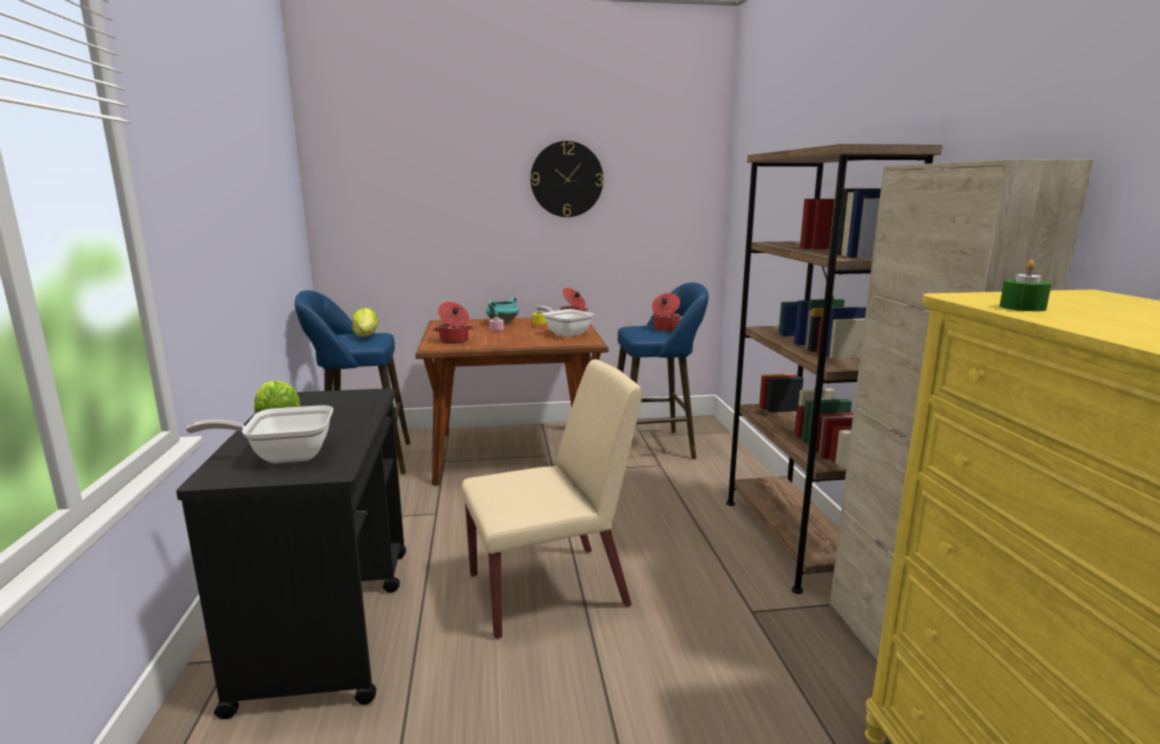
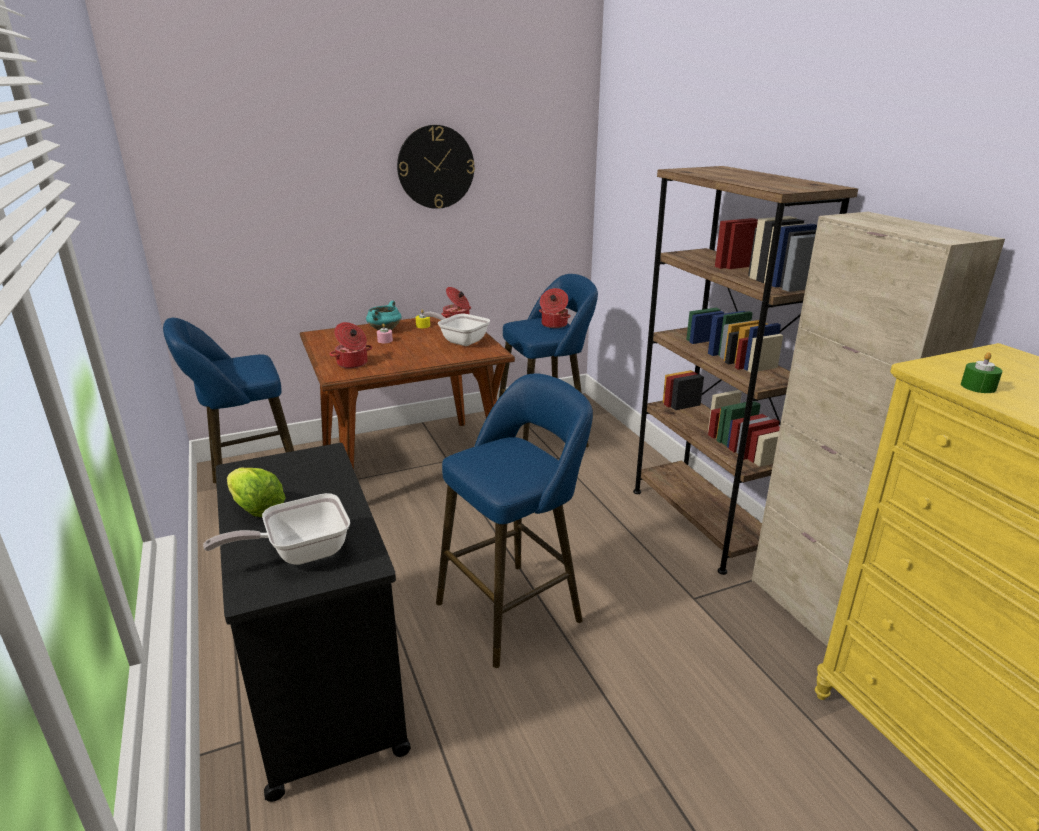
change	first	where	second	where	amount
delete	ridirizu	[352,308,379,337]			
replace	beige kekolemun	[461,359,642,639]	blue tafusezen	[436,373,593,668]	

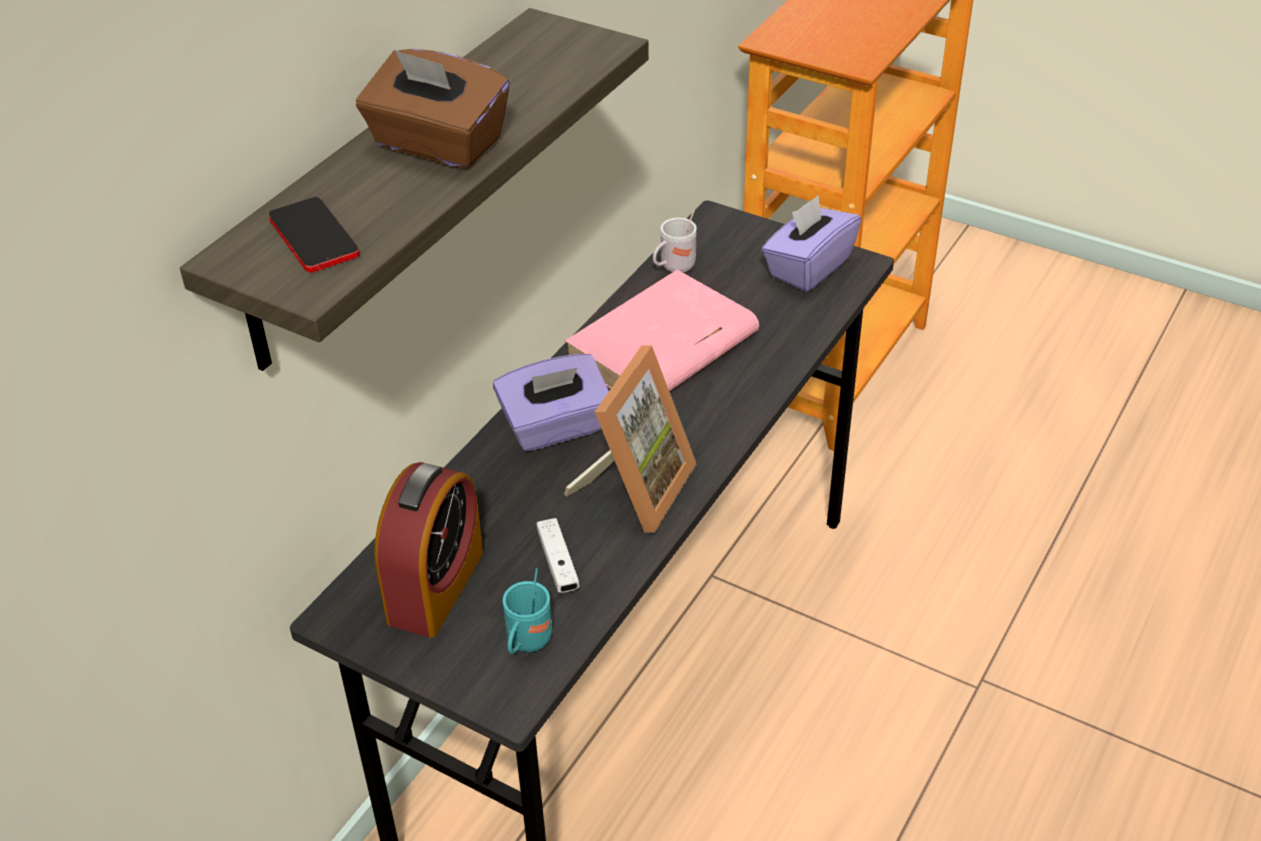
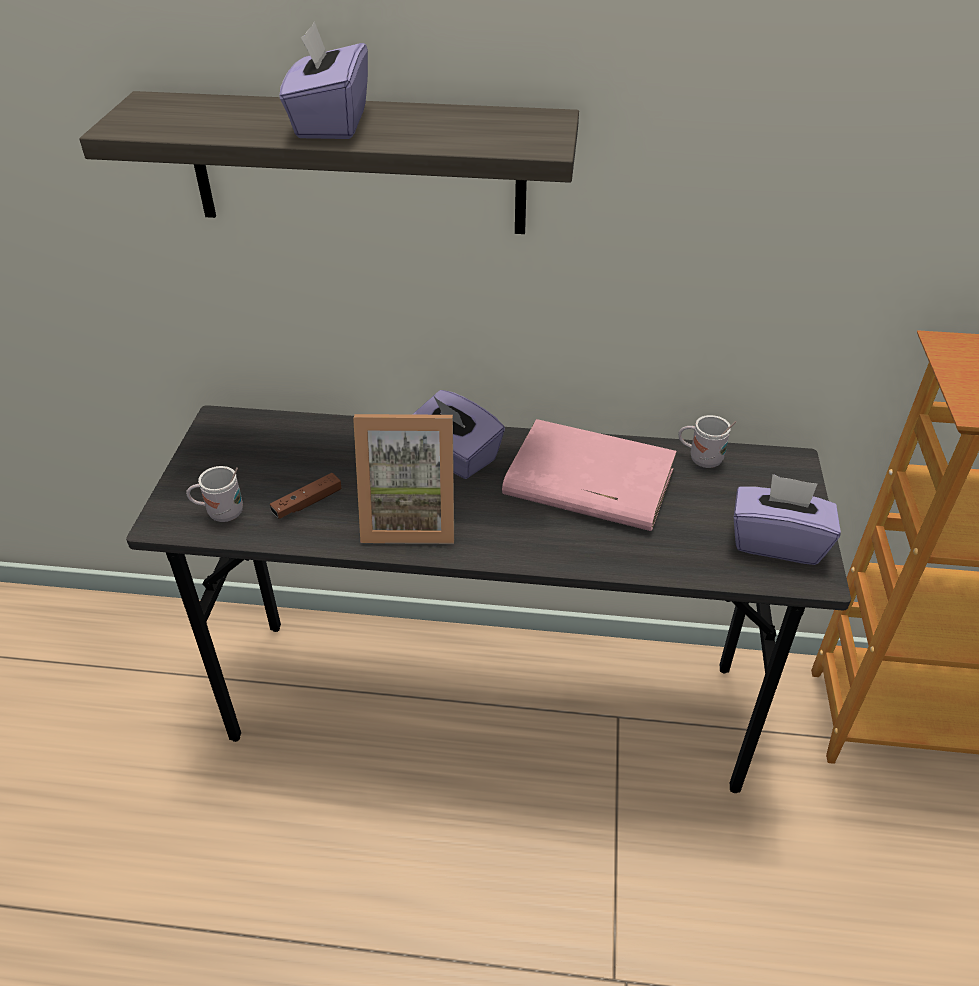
change	first	where	second	where	amount
recolor	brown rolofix	[356,49,510,169]	purple rolofix	[279,21,368,139]	
delete	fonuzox	[269,197,359,273]			
delete	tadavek	[374,462,484,638]			
recolor	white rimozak	[537,518,580,593]	brown rimozak	[270,473,341,519]	
recolor	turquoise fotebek	[503,568,552,654]	white fotebek	[186,466,243,522]	

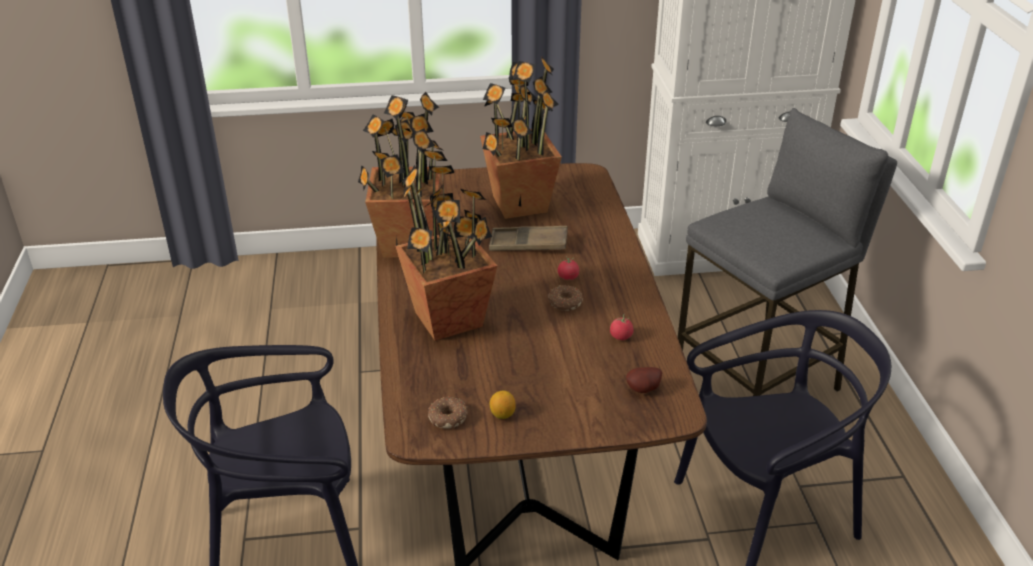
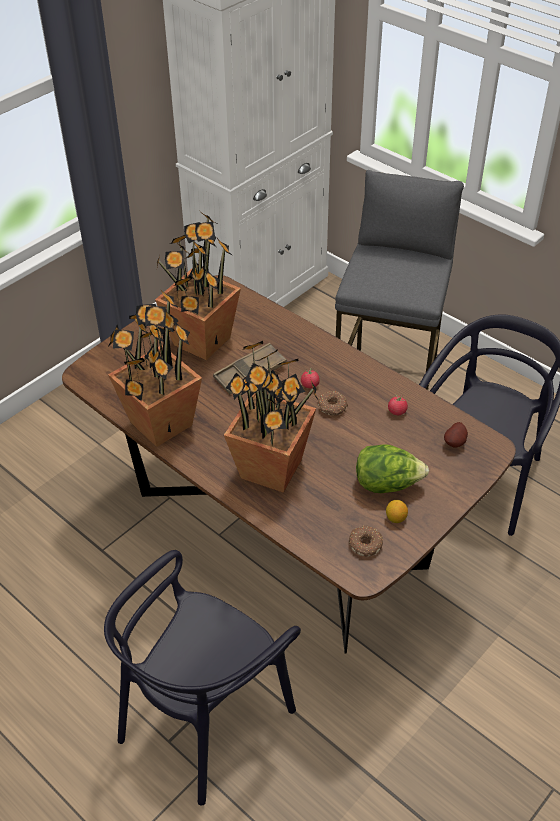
change	first	where	second	where	amount
insert			ridirizu	[356,445,429,493]	

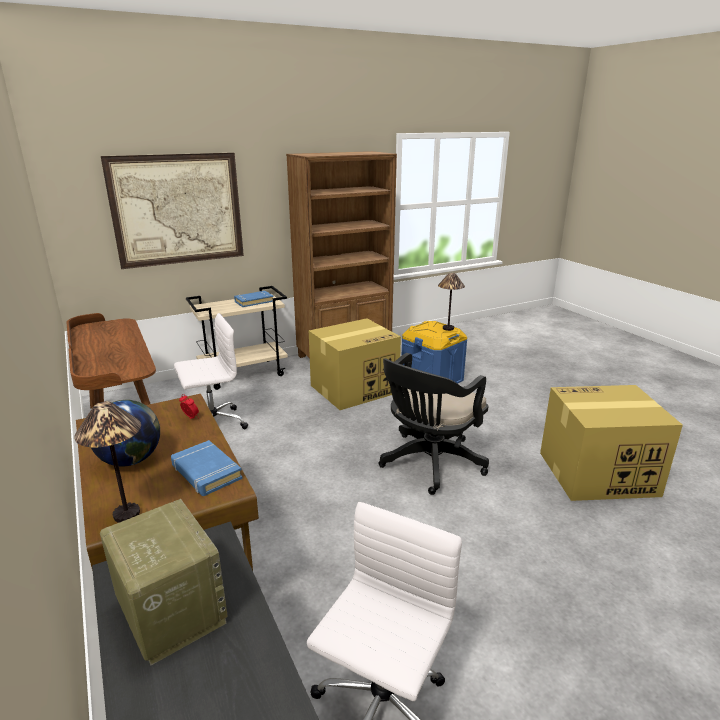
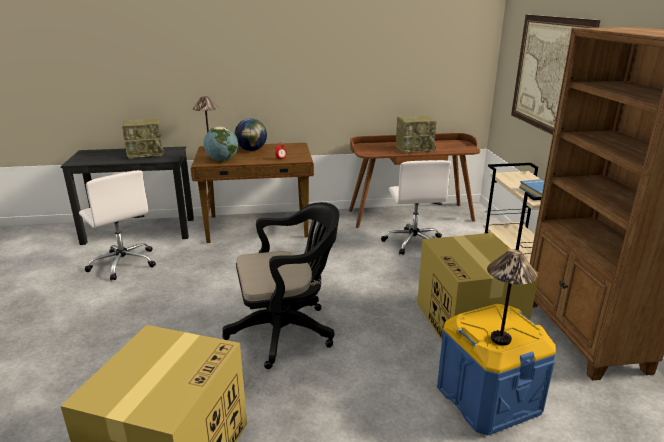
change	first	where	second	where	amount
rotate	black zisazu	[378,353,489,495]		[222,202,339,369]	105 degrees clockwise
replace	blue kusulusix	[171,440,243,496]	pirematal	[204,127,238,161]	
insert			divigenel	[396,115,436,153]	

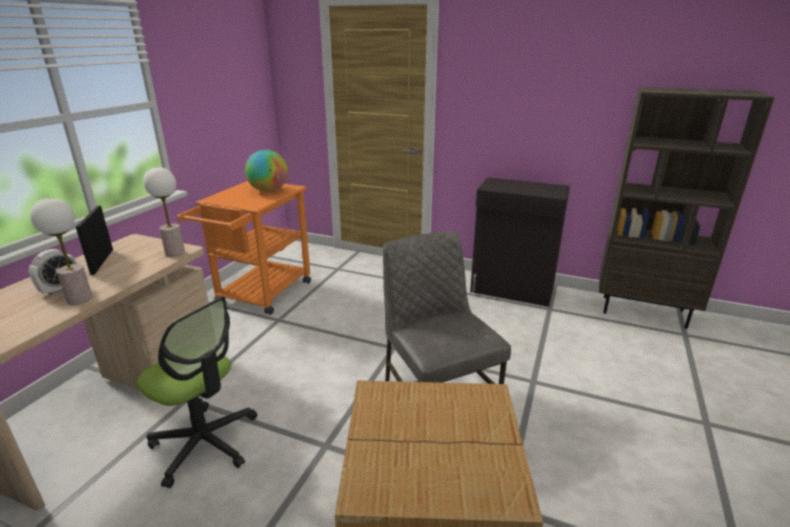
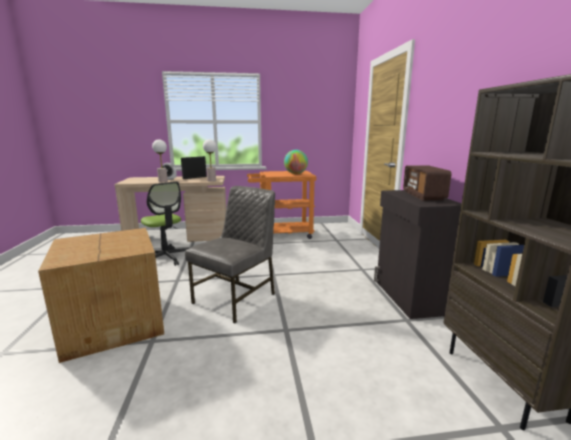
change	first	where	second	where	amount
rotate	zisazu	[137,296,257,488]		[141,182,189,266]	45 degrees counterclockwise
insert			divigenel	[403,165,451,200]	

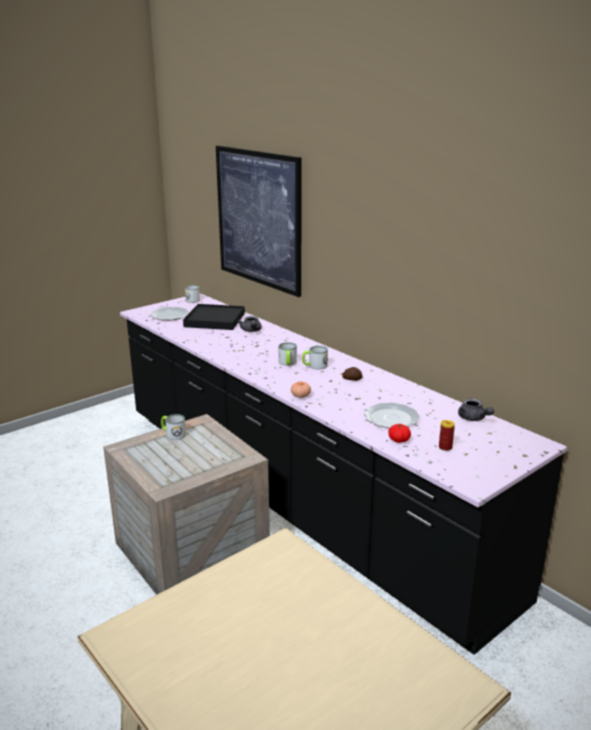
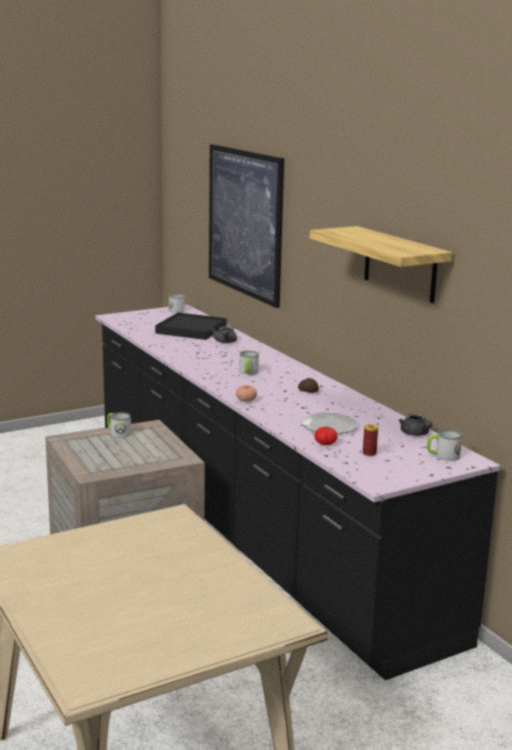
change	first	where	second	where	amount
delete	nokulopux	[150,307,190,321]			
move	fotebek	[302,346,328,370]		[427,429,462,461]	
insert			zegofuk	[310,226,452,303]	

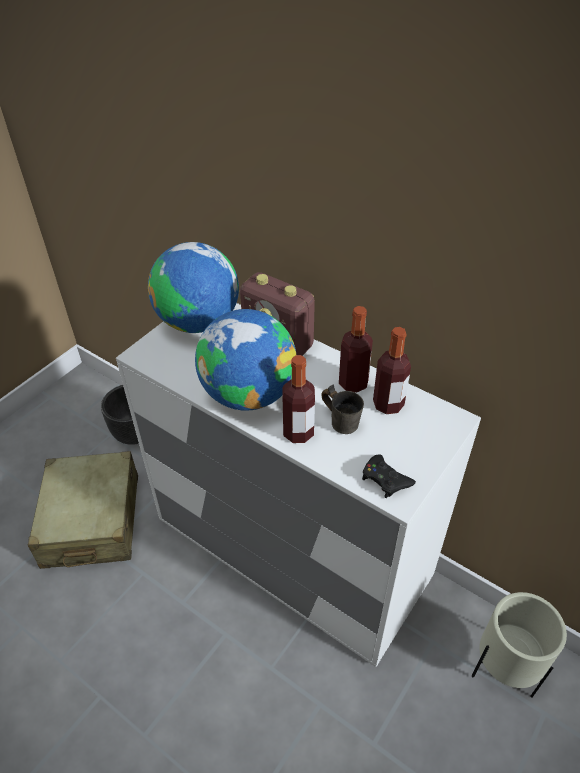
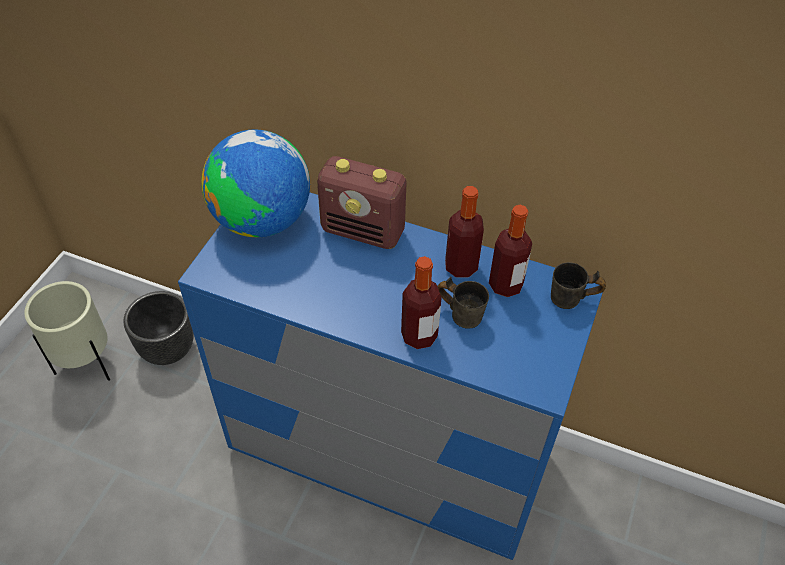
change	first	where	second	where	amount
recolor	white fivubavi	[116,303,481,667]	blue fivubavi	[178,192,603,560]	
delete	pirematal	[195,309,296,411]			
delete	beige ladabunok	[27,451,138,569]			
delete	black rimozak	[362,454,416,498]			
move	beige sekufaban	[472,592,567,697]		[24,281,110,381]	
insert			grey fotebek	[551,262,606,309]	

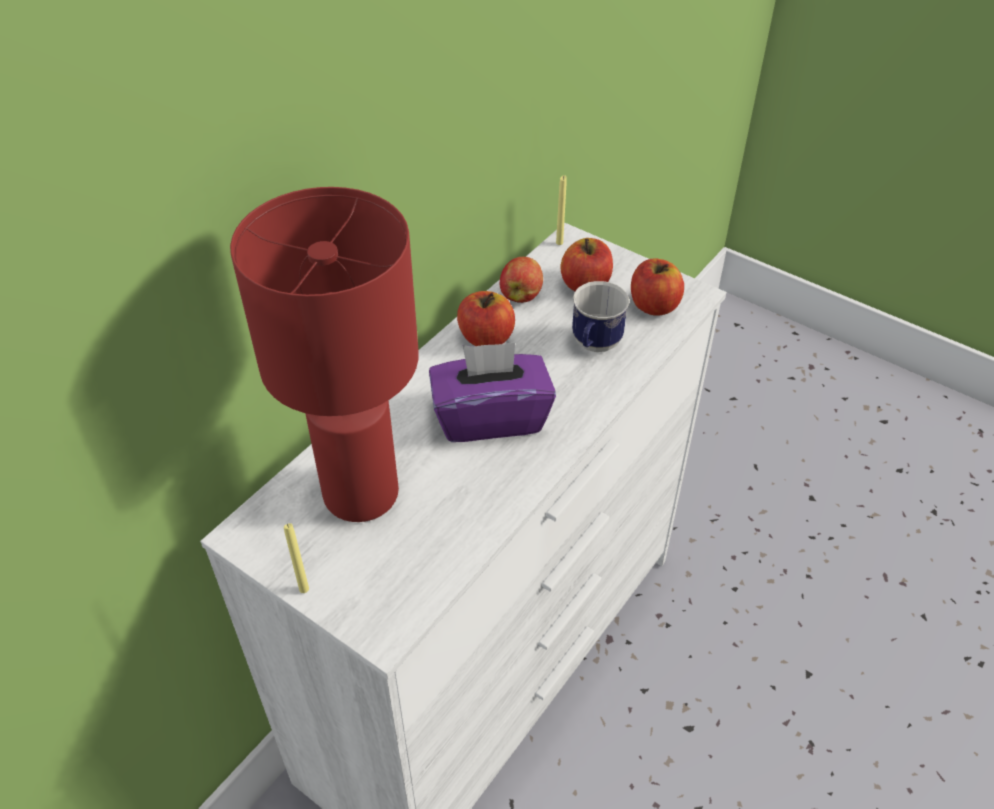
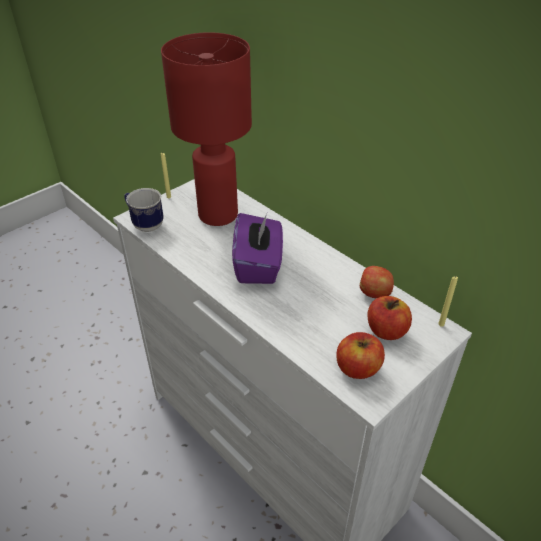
change	first	where	second	where	amount
move	fotebek	[572,281,630,352]		[124,188,164,232]	
delete	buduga	[457,291,515,346]			

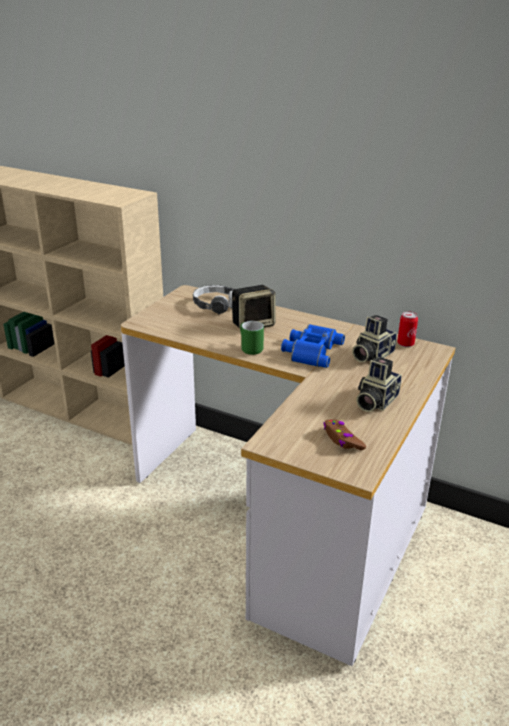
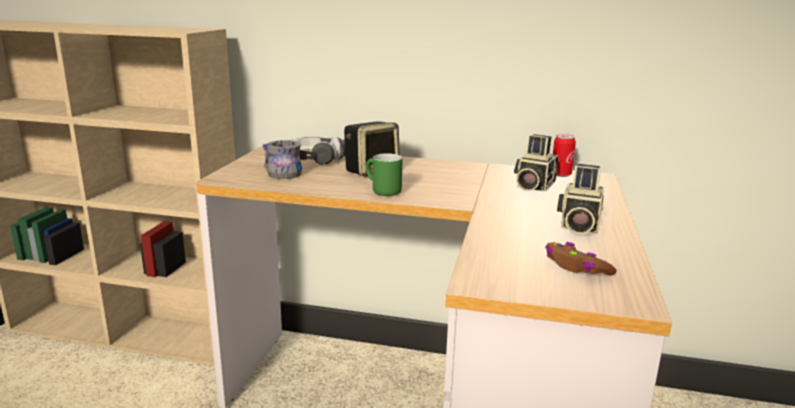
change	first	where	second	where	amount
delete	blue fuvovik	[281,324,345,368]			
insert			grey fotebek	[263,140,302,179]	

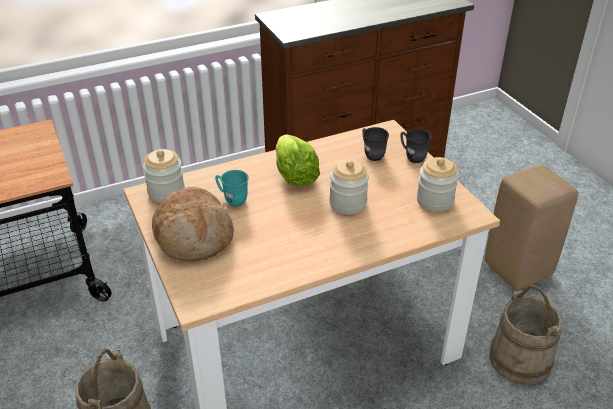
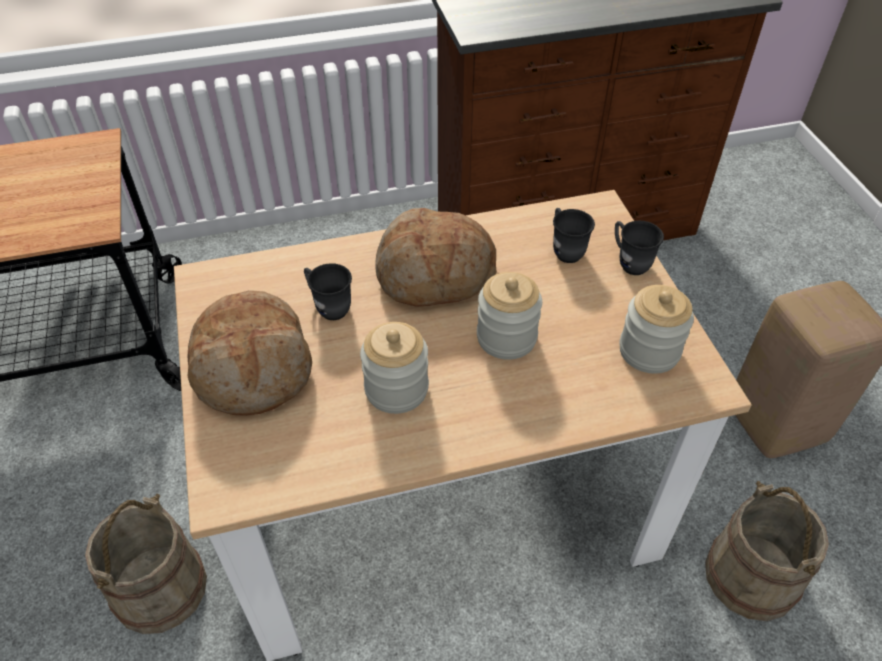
change	first	where	second	where	amount
replace	ridirizu	[276,134,320,186]	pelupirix	[375,208,497,306]	
move	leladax	[143,149,185,203]		[360,322,429,414]	
recolor	turquoise fotebek	[215,170,249,206]	grey fotebek	[304,263,352,320]	

